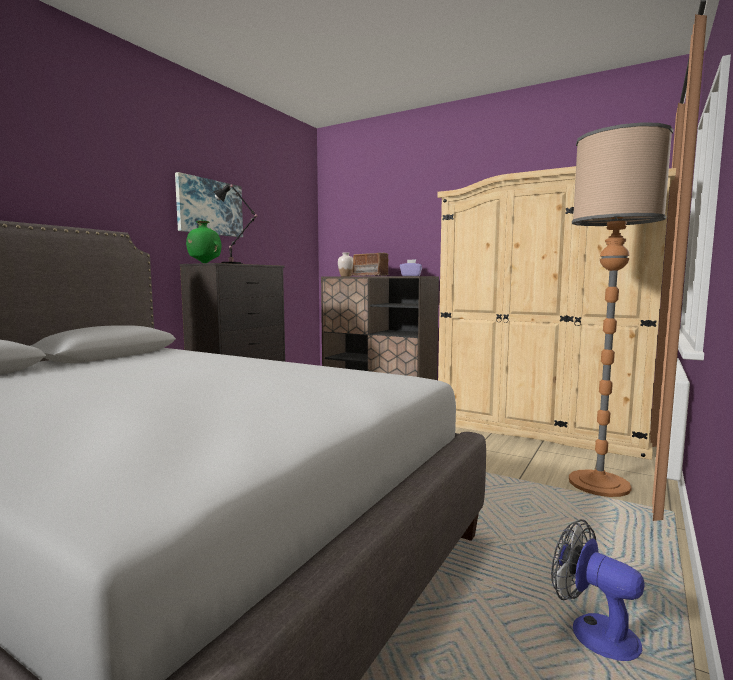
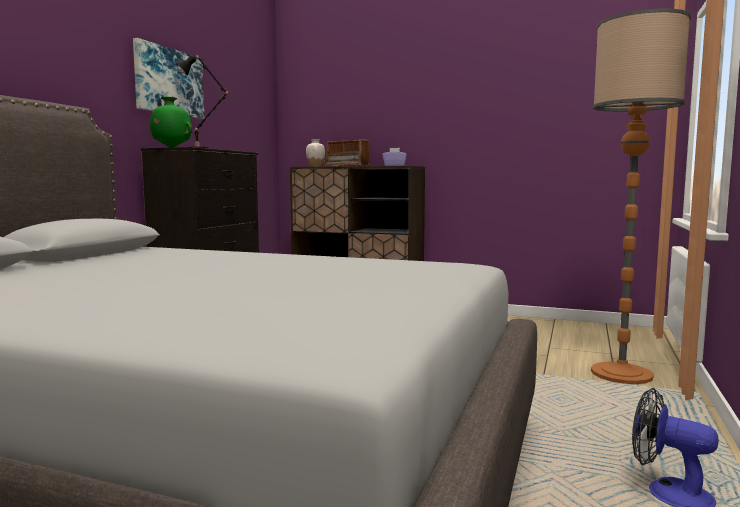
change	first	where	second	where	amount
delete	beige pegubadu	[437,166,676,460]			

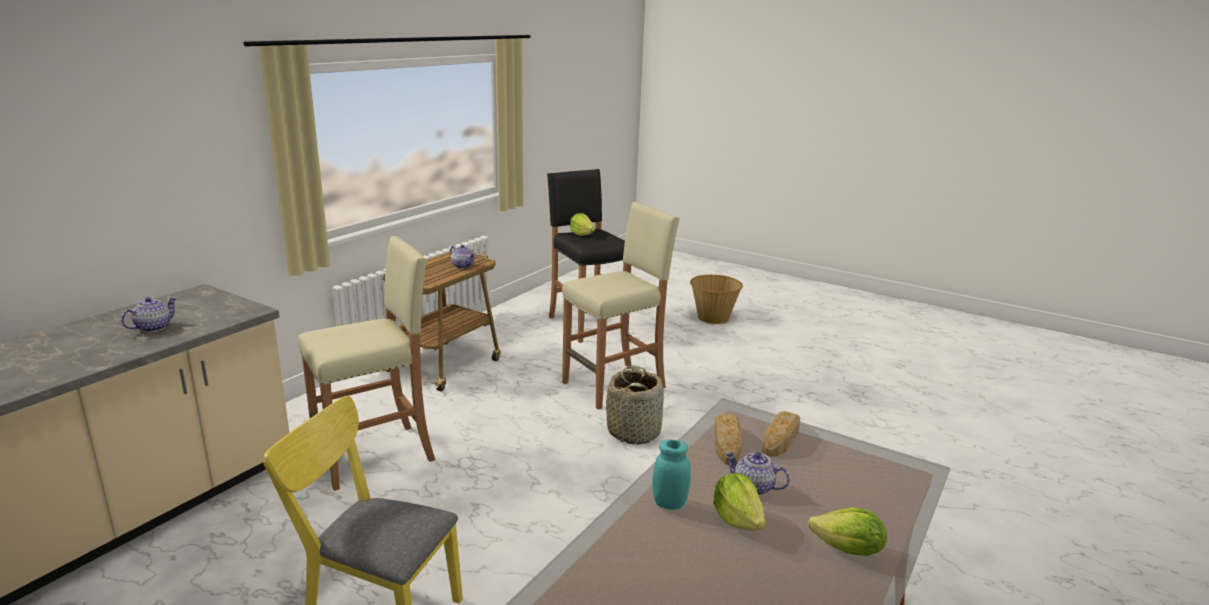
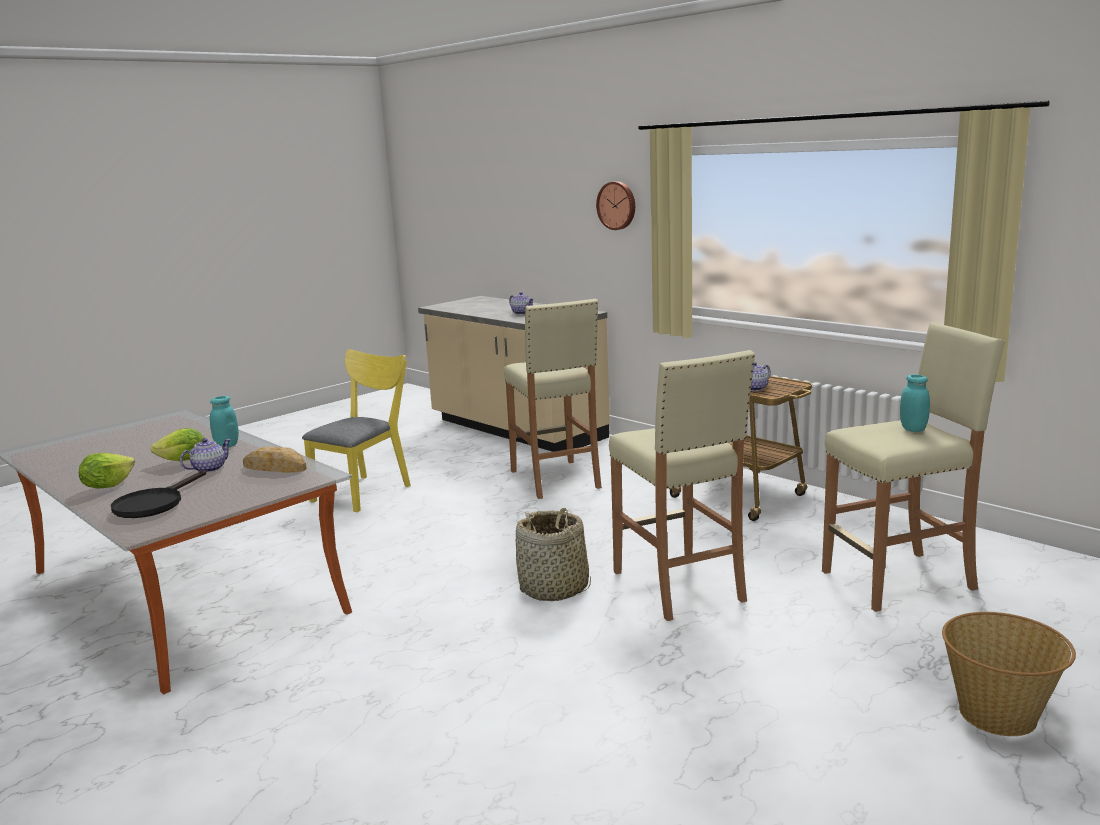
change	first	where	second	where	amount
recolor	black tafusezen	[547,169,629,343]	beige tafusezen	[822,322,1005,612]	
replace	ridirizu	[570,213,595,236]	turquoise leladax	[900,374,930,432]	
delete	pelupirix	[762,411,800,457]			
insert			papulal	[596,181,635,230]	
insert			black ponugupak	[111,470,206,518]	

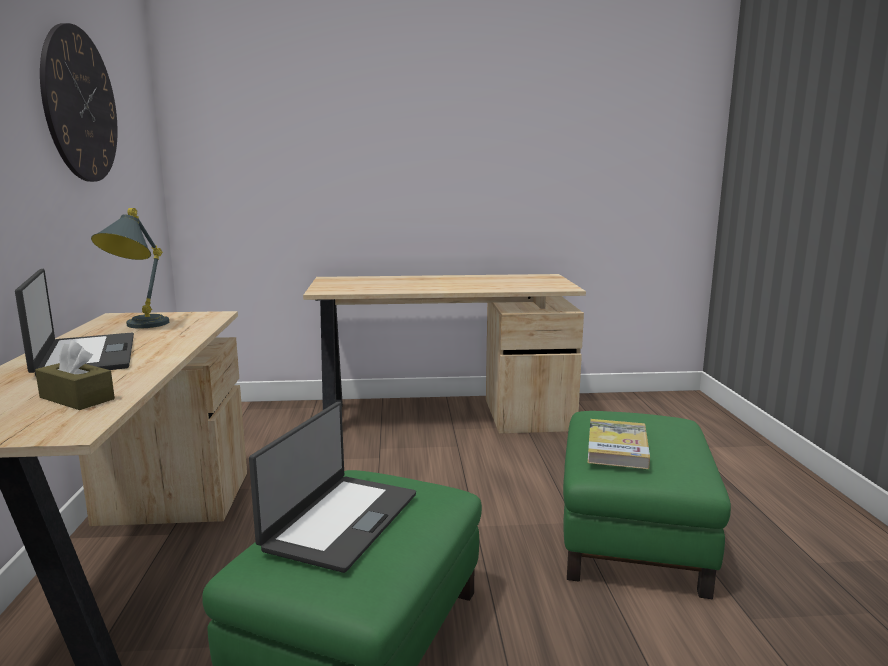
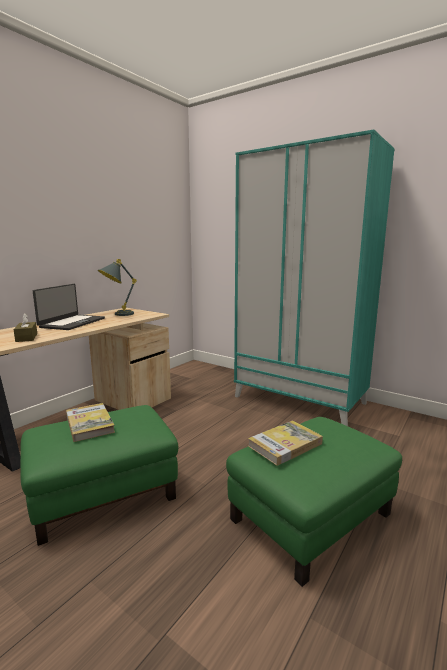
change	first	where	second	where	amount
delete	papulal	[40,23,118,182]			
replace	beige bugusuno	[303,274,586,434]	turquoise pegubadu	[234,129,395,426]	
replace	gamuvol	[249,402,416,573]	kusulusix	[66,403,115,442]	

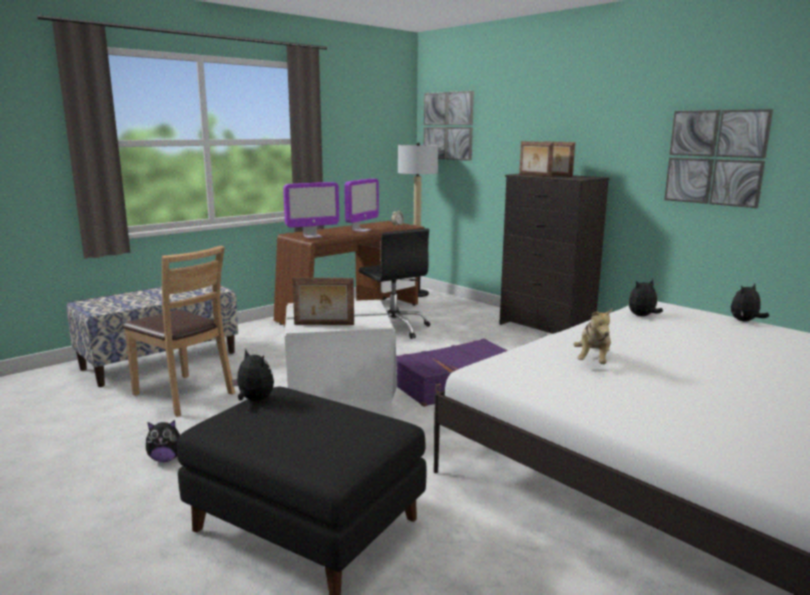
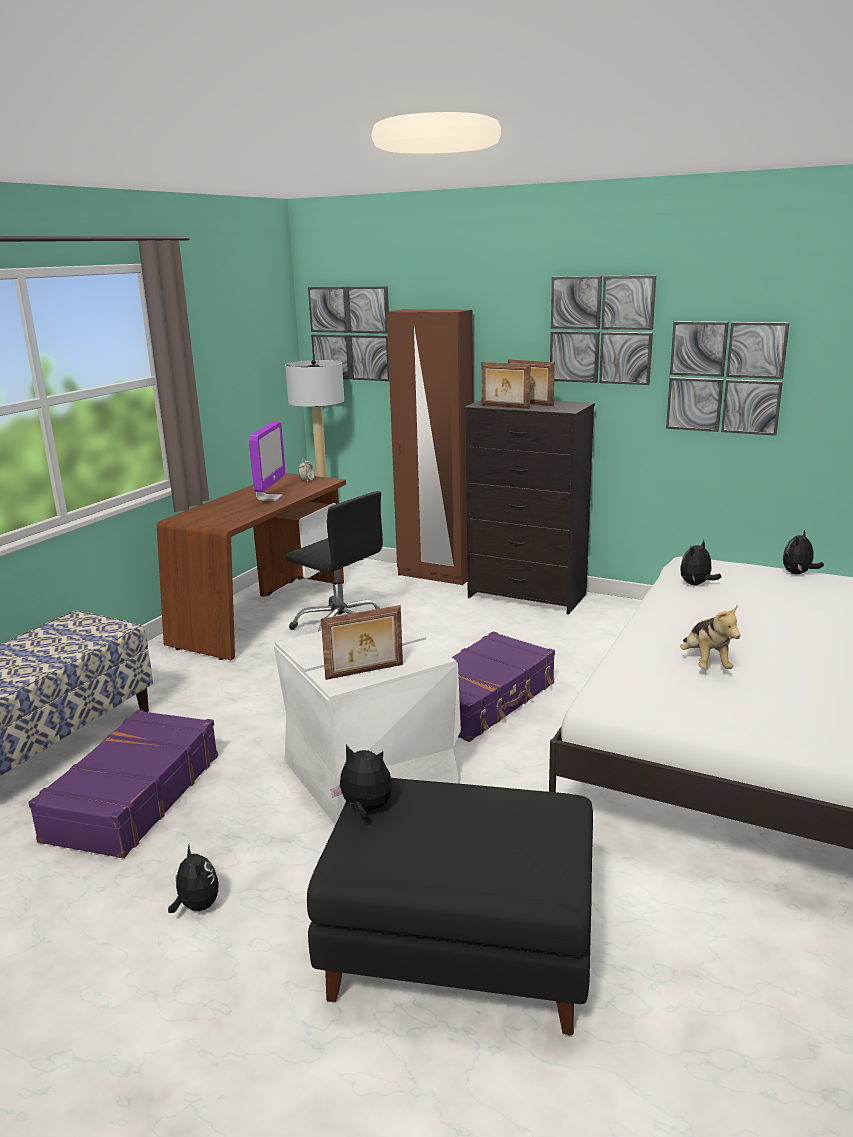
change	first	where	second	where	amount
delete	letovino	[283,182,339,238]			
replace	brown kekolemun	[122,246,235,417]	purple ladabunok	[28,710,218,859]	
rotate	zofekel	[146,420,180,462]		[168,845,219,913]	90 degrees counterclockwise
insert			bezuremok	[550,275,656,385]	
insert			brown pegubadu	[387,309,473,585]	

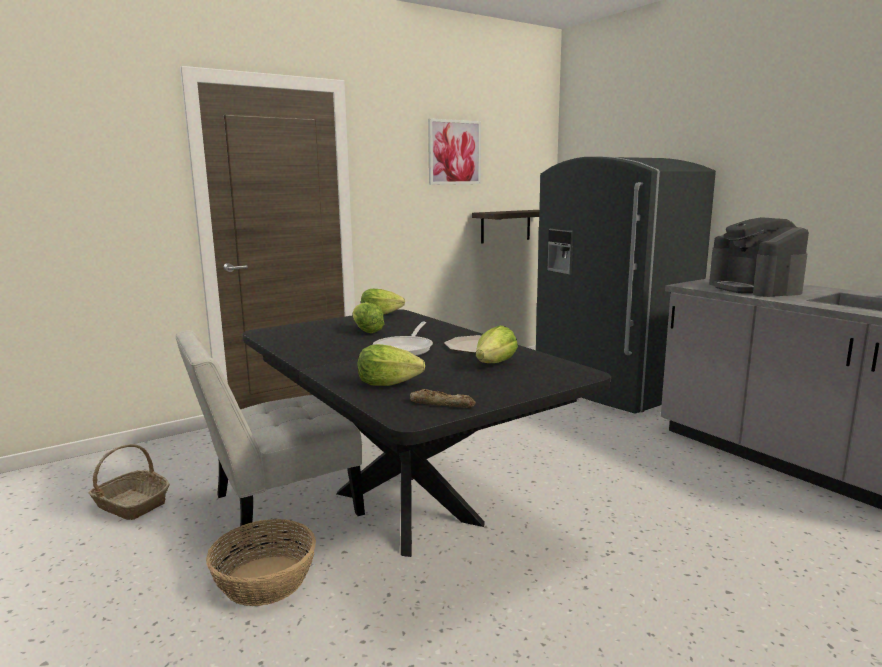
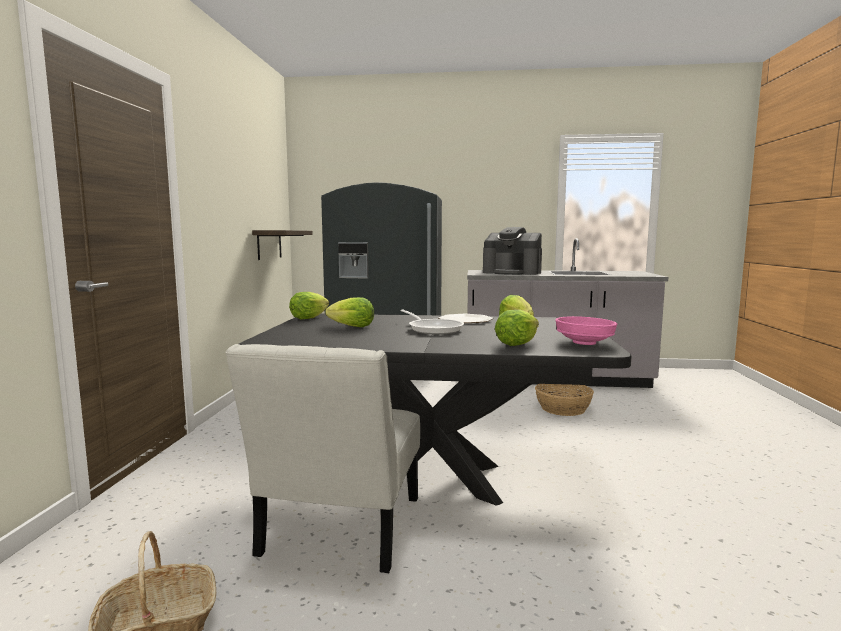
change	first	where	second	where	amount
delete	bezuremok	[428,118,481,185]			
replace	pelupirix	[410,389,476,408]	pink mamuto	[555,316,618,345]	
move	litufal	[206,519,316,606]		[535,384,594,416]	

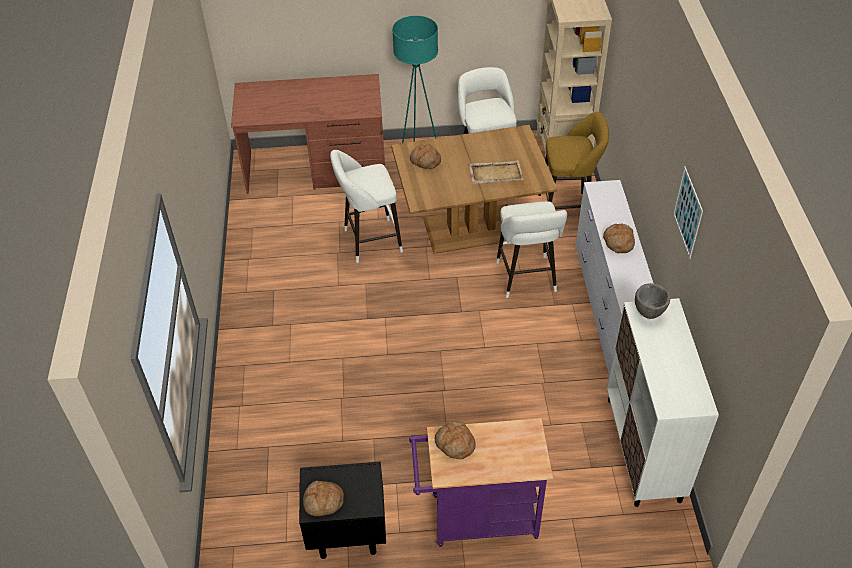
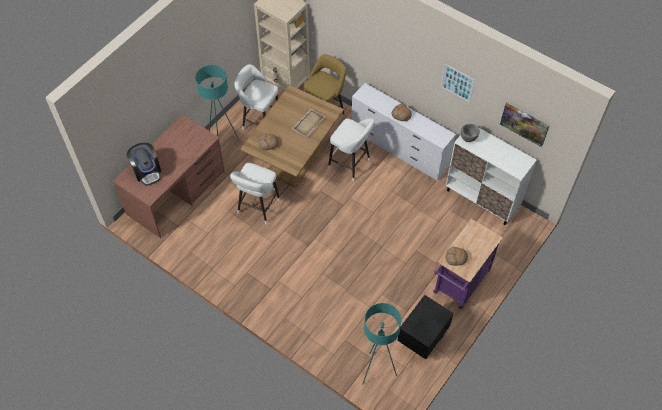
change	first	where	second	where	amount
delete	pelupirix	[303,481,344,516]			
insert			bezuremok	[500,103,549,147]	
insert			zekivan	[126,143,161,186]	
insert			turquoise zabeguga	[362,303,401,385]	

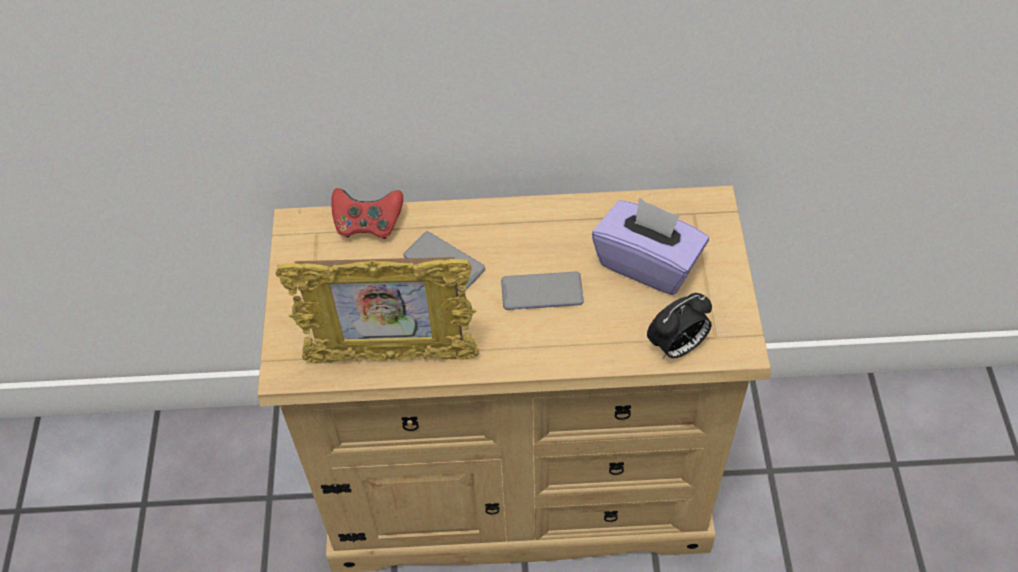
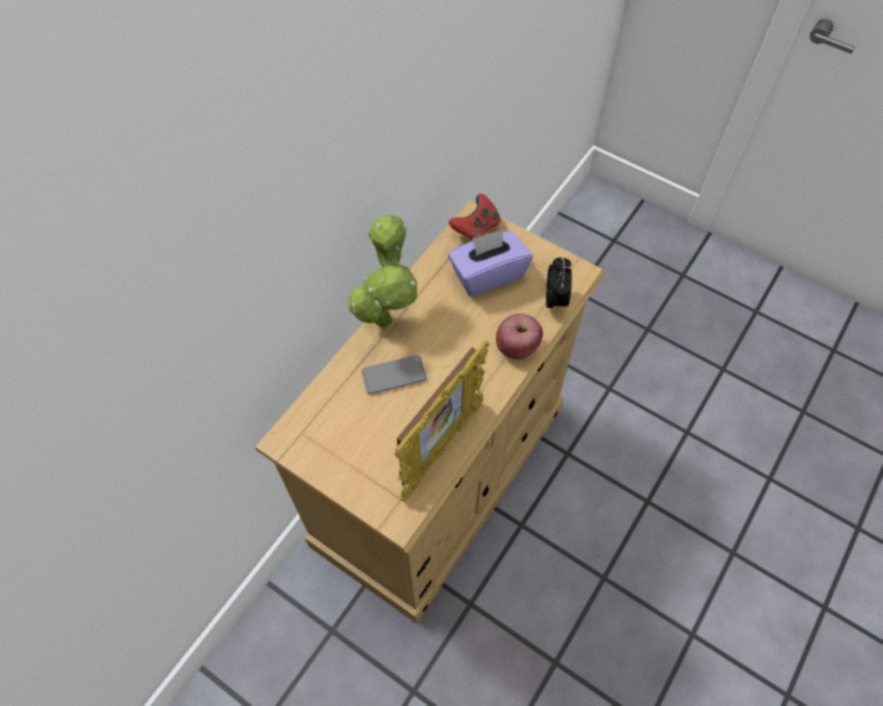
change	first	where	second	where	amount
move	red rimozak	[331,188,403,239]		[449,194,501,240]	
delete	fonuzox	[501,271,584,310]			
insert			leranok	[349,215,418,329]	
insert			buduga	[496,314,543,359]	

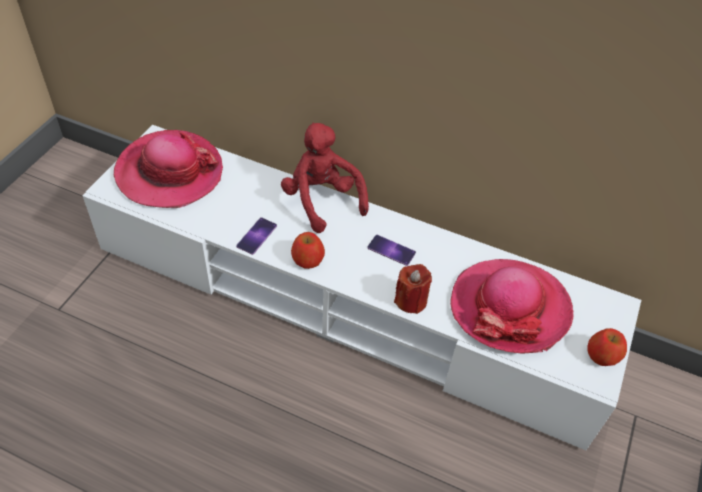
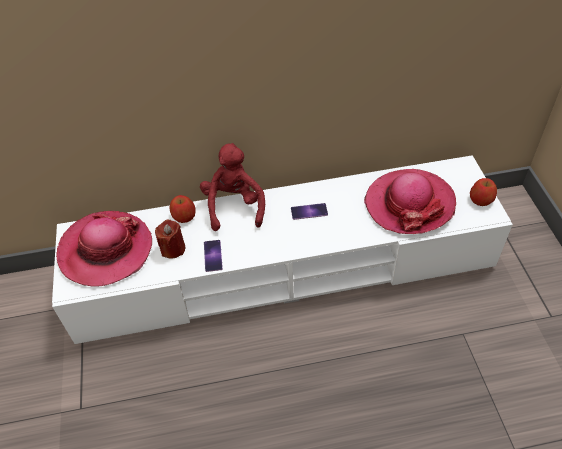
change	first	where	second	where	amount
rotate	red zofekel	[281,123,369,233]		[200,143,265,231]	60 degrees clockwise
move	buduga	[291,232,325,269]		[169,195,196,223]	
move	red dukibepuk	[394,264,432,314]		[155,220,186,258]	

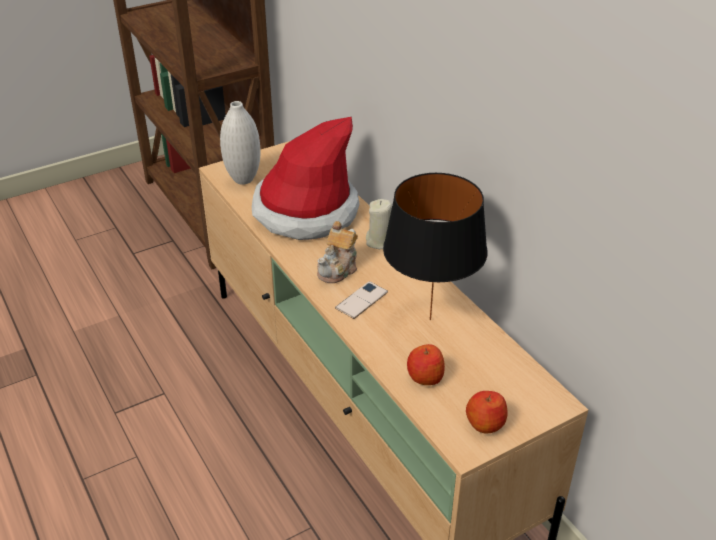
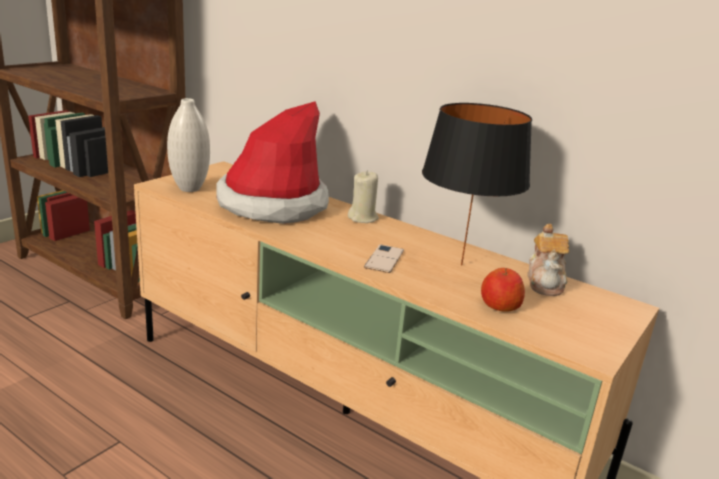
change	first	where	second	where	amount
move	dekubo	[317,221,358,283]		[527,224,569,296]	
delete	buduga	[466,391,508,434]			

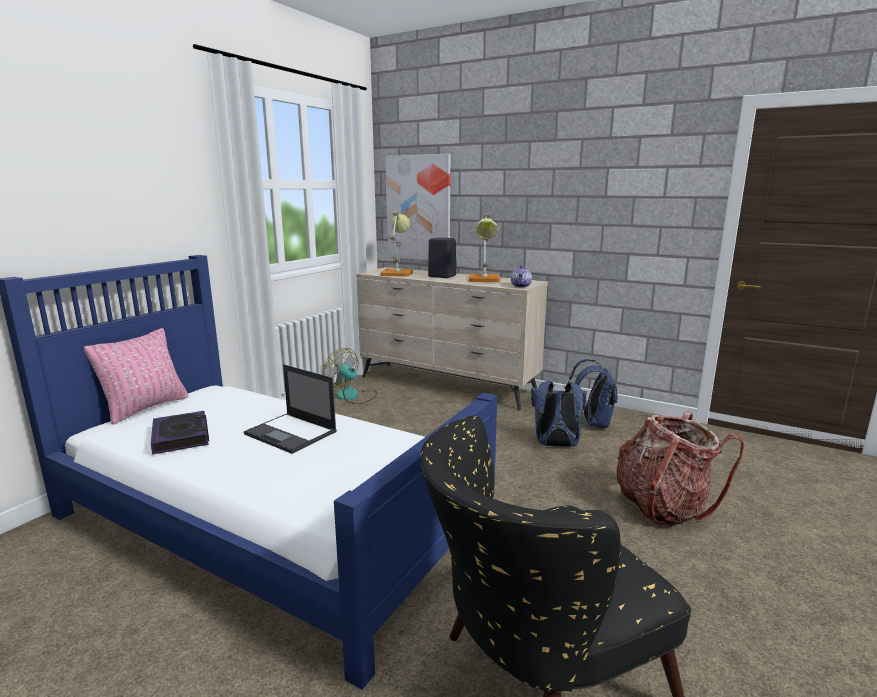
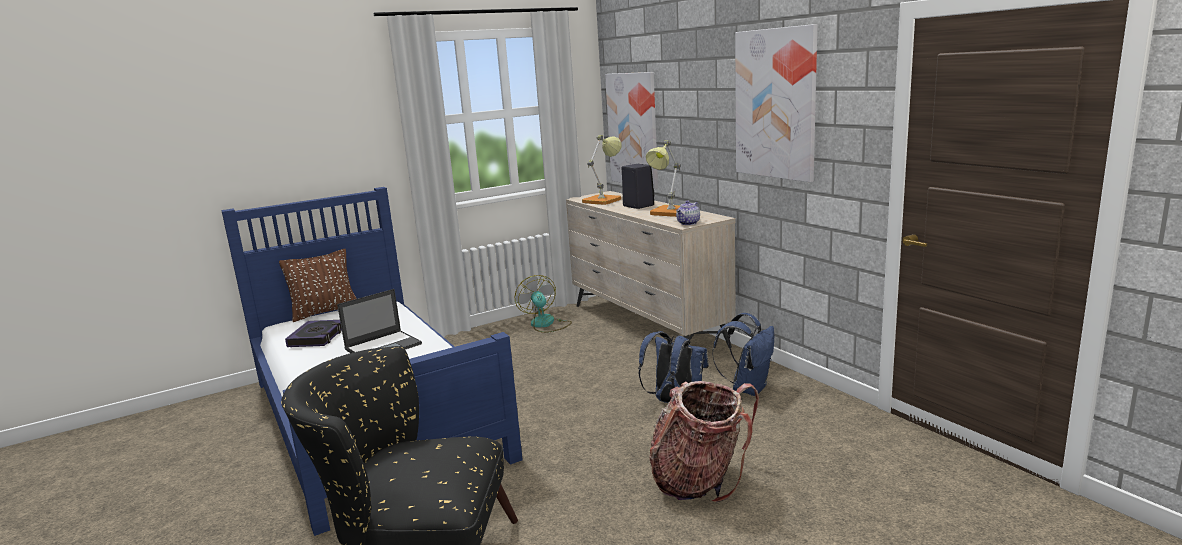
change	first	where	second	where	amount
recolor	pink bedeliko	[84,328,188,425]	brown bedeliko	[279,249,357,322]	
rotate	gamuvol	[244,364,337,454]		[337,289,422,353]	105 degrees counterclockwise
insert			bezuremok	[735,24,817,182]	

